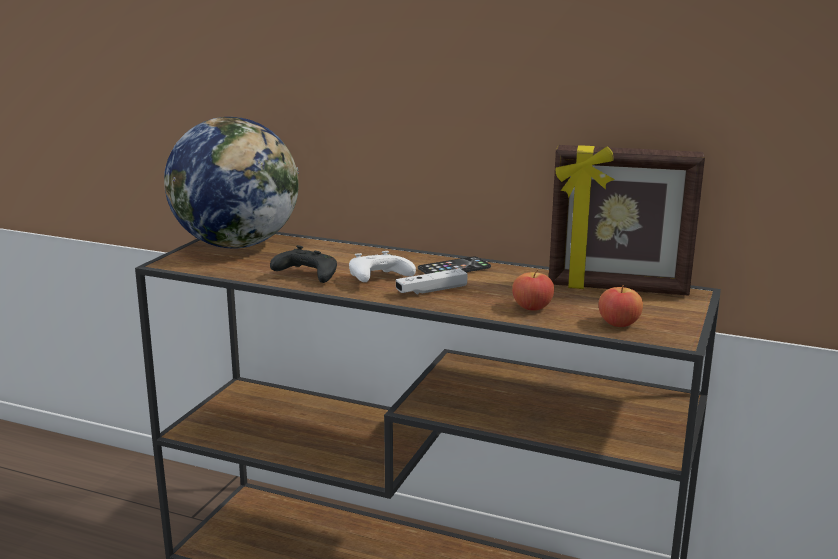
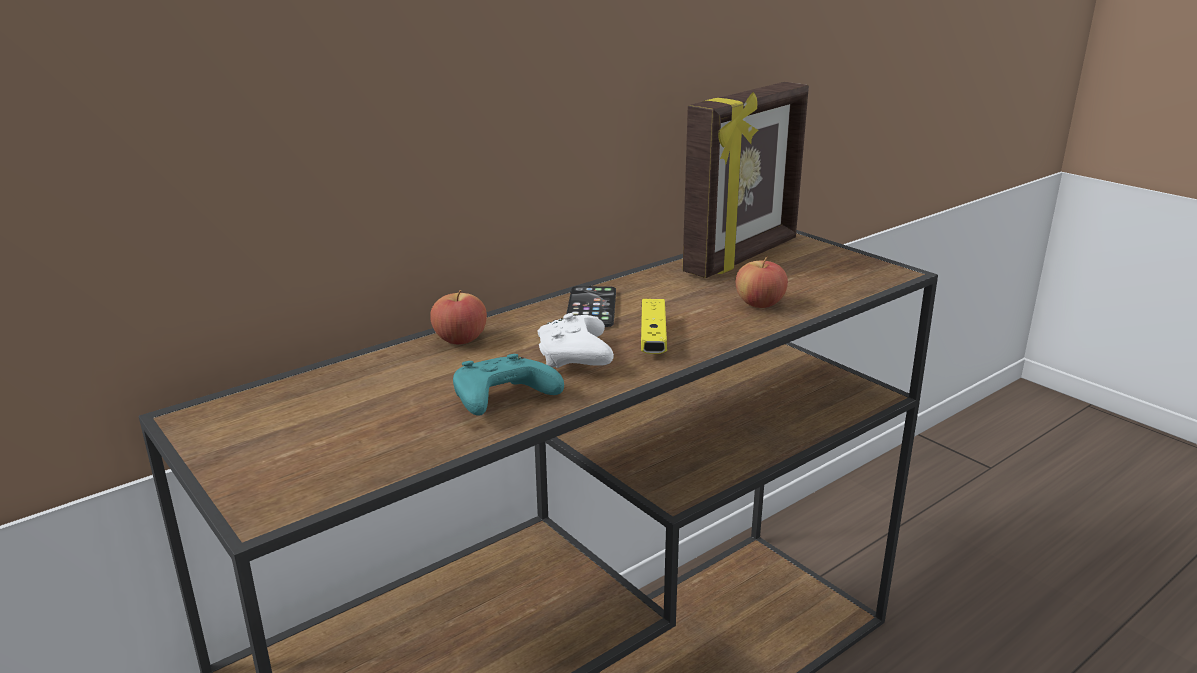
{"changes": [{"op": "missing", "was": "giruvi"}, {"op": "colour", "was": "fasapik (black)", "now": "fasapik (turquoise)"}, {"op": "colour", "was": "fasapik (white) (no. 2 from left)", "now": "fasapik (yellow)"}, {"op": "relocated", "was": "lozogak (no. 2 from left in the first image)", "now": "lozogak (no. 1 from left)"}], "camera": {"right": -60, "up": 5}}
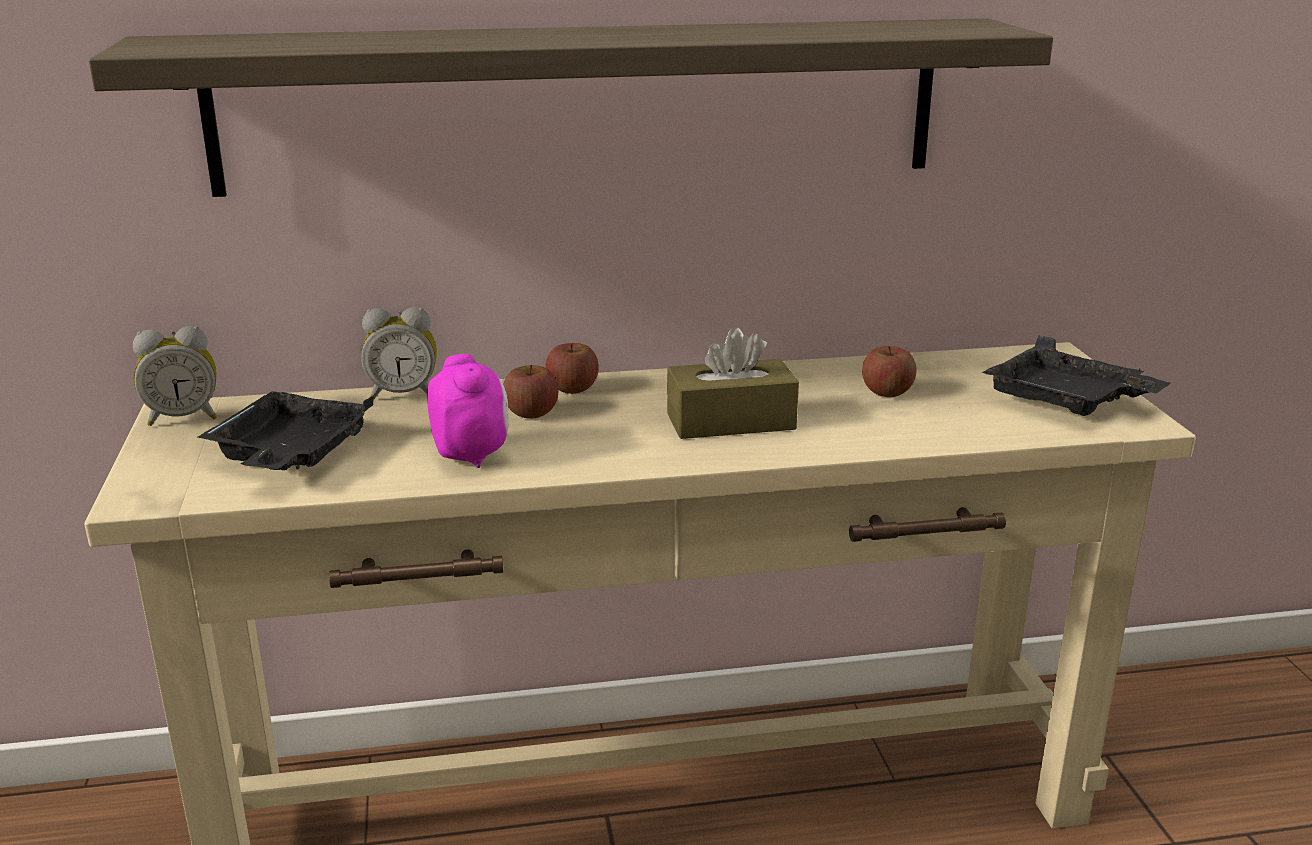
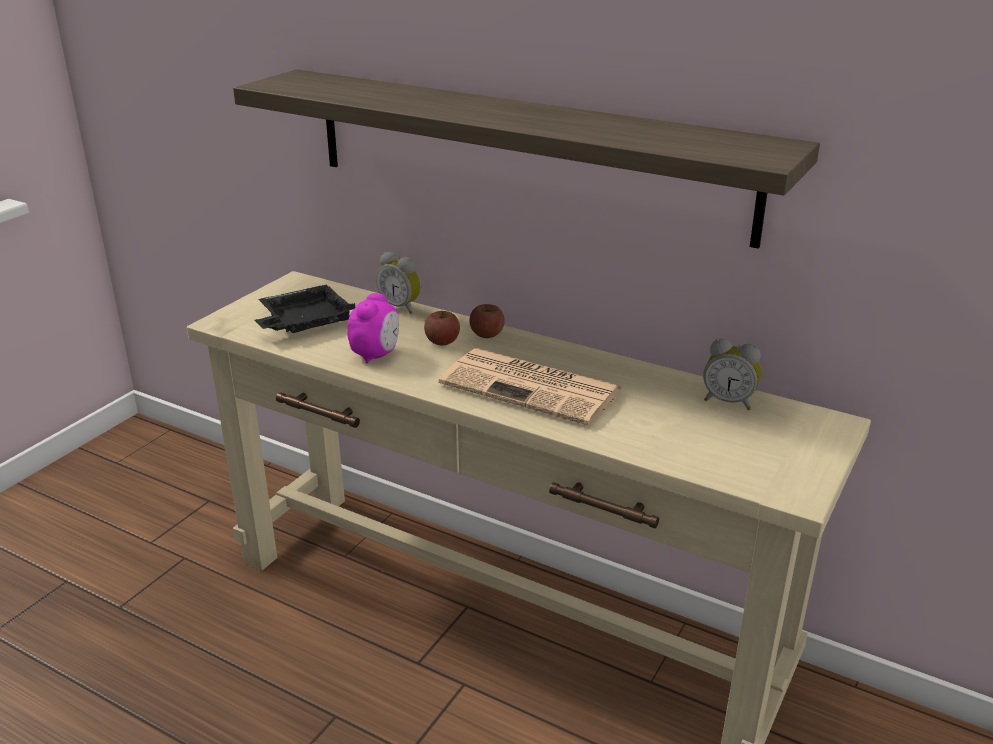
{"changes": [{"op": "relocated", "was": "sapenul (no. 1 from left in the first image)", "now": "sapenul (no. 3 from left)"}, {"op": "exchanged", "was": "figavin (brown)", "now": "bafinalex"}, {"op": "missing", "was": "lozogak (no. 3 from left)"}, {"op": "missing", "was": "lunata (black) (no. 2 from left)"}], "camera": {"right": 40, "up": 5}}
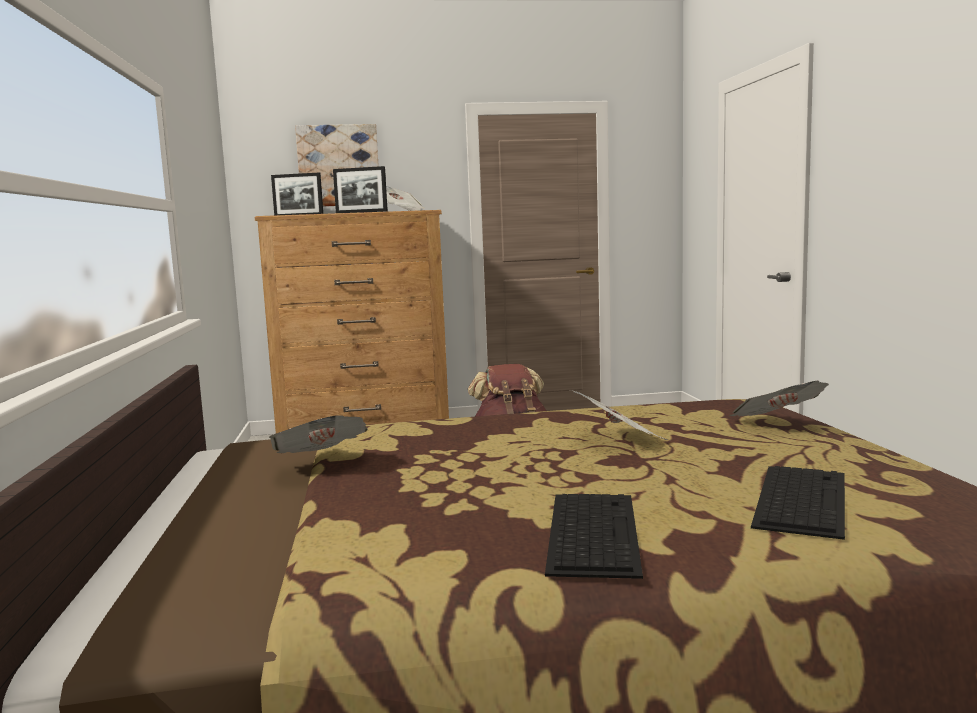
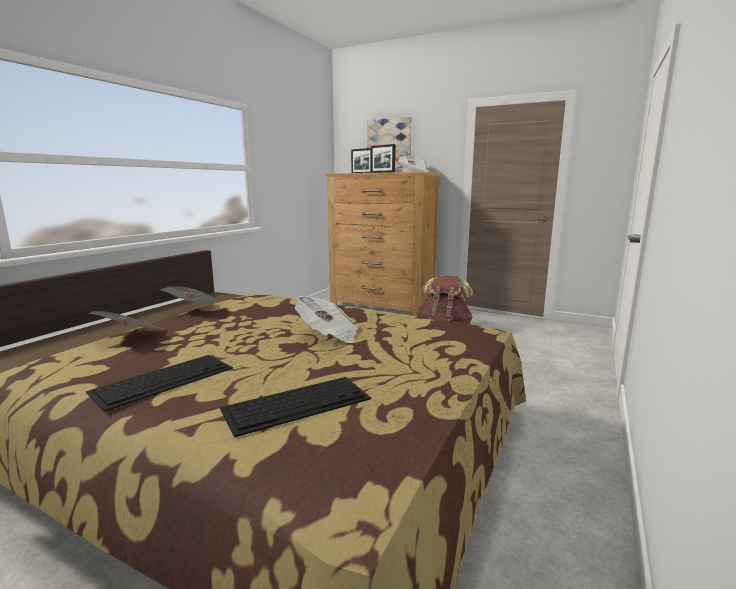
{"changes": [{"op": "relocated", "was": "bafinalex (no. 4 from left in the first image)", "now": "bafinalex (no. 1 from left)"}], "camera": {"right": 35, "up": 5}}
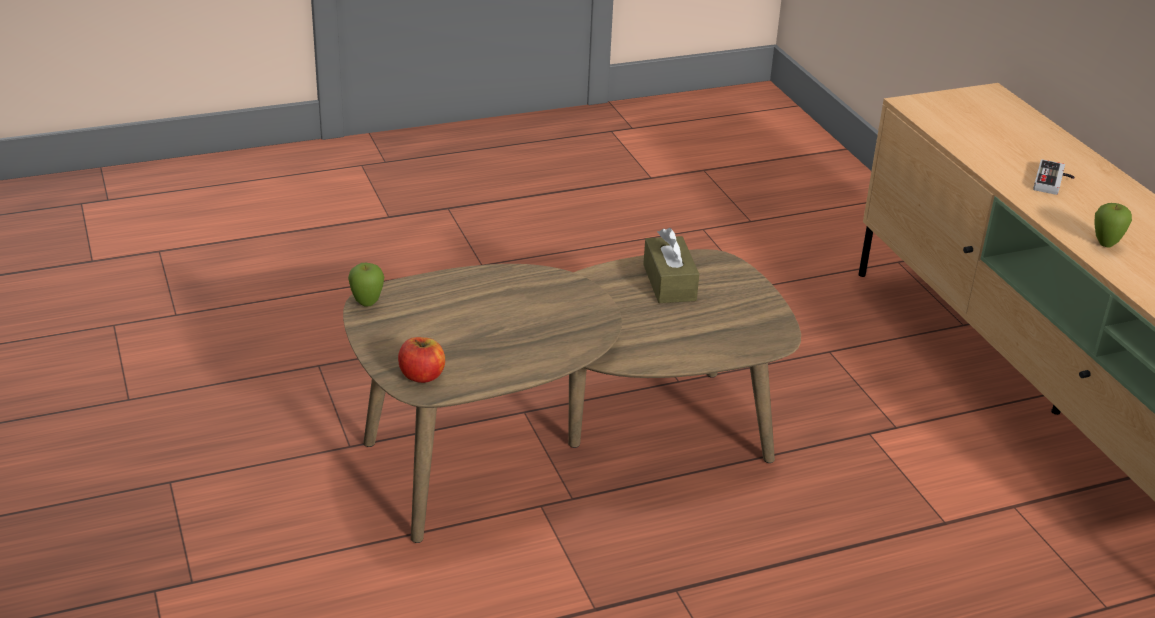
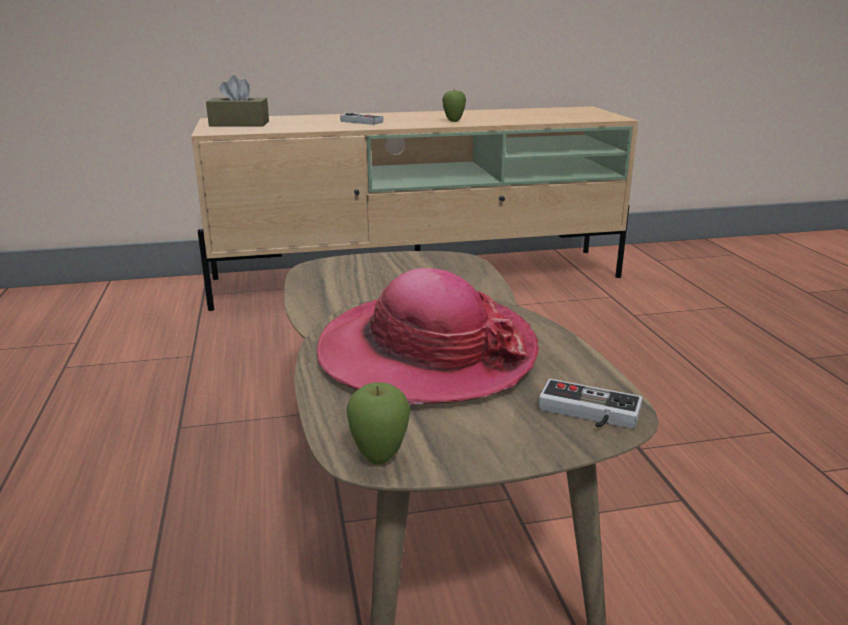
{"changes": [{"op": "exchanged", "was": "lozogak (no. 2 from left)", "now": "fasapik (no. 2 from left)"}, {"op": "relocated", "was": "figavin (brown)"}, {"op": "appeared", "now": "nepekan"}], "camera": {"right": -80, "up": -10}}
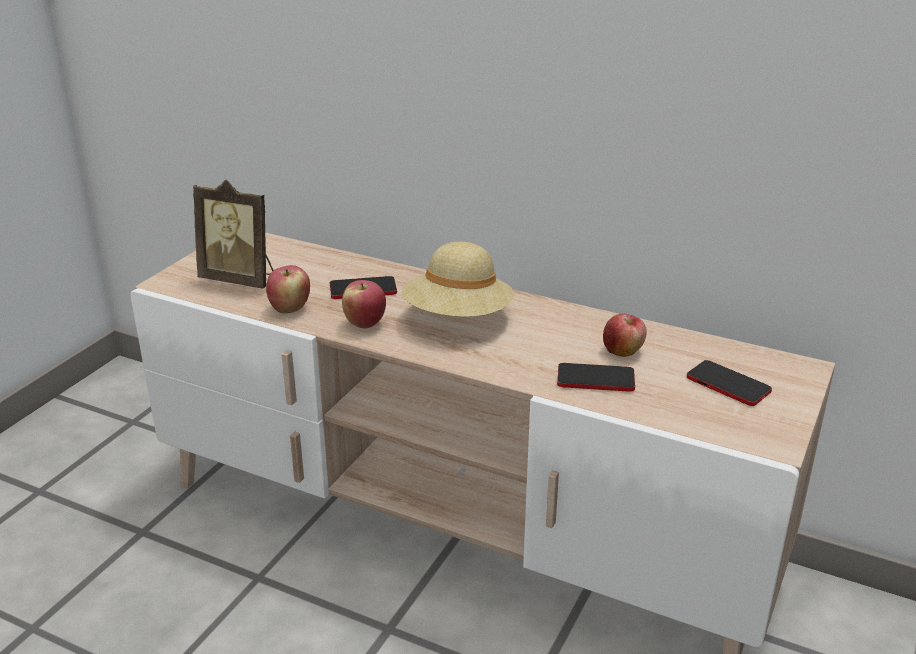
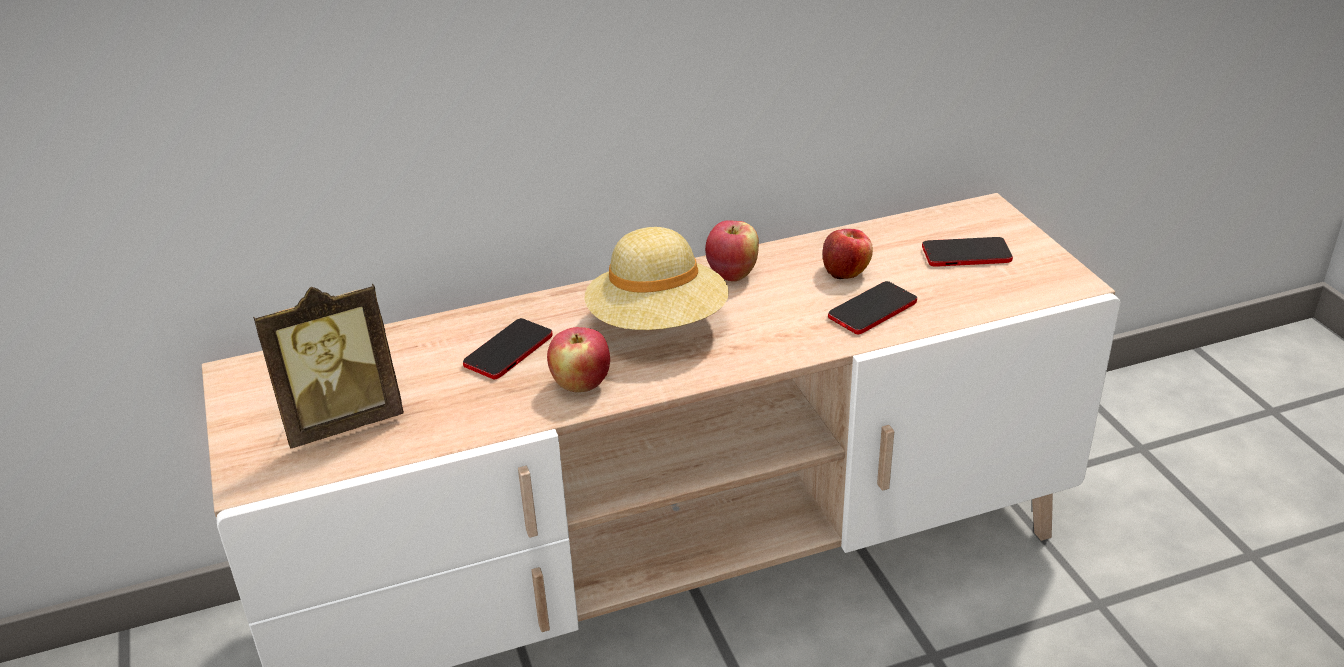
{"changes": [{"op": "relocated", "was": "lozogak (no. 1 from left in the first image)", "now": "lozogak (no. 2 from left)"}], "camera": {"right": -45, "up": 5}}
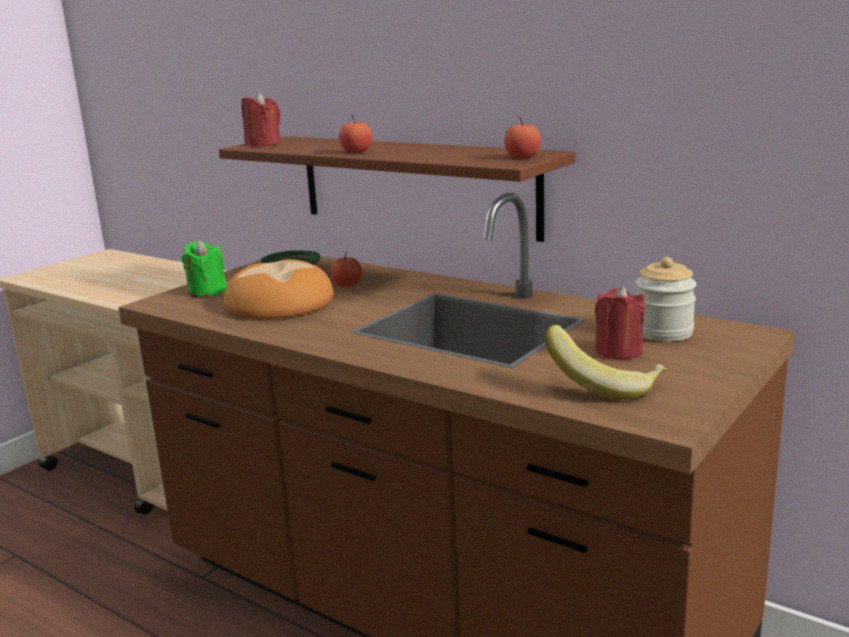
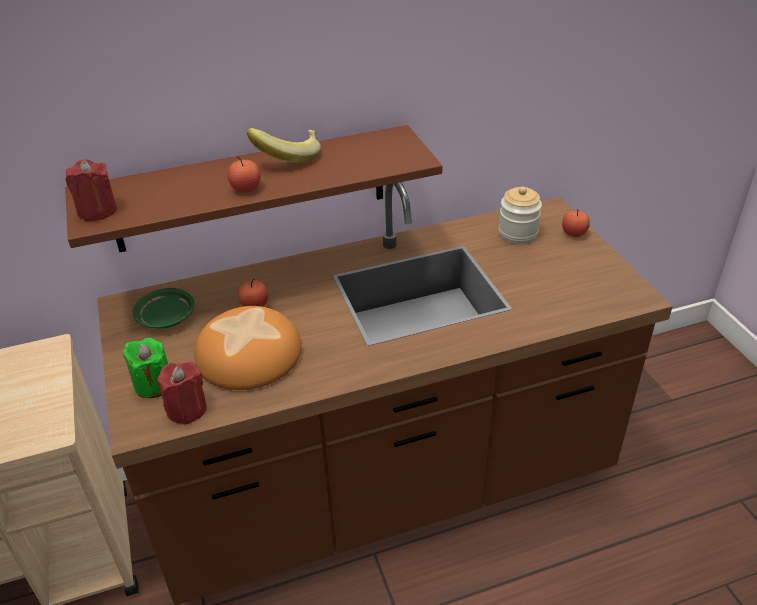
{"changes": [{"op": "relocated", "was": "lozogak (no. 3 from left)"}, {"op": "relocated", "was": "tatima"}, {"op": "relocated", "was": "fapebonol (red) (no. 2 from left)"}], "camera": {"right": -55, "up": 20}}
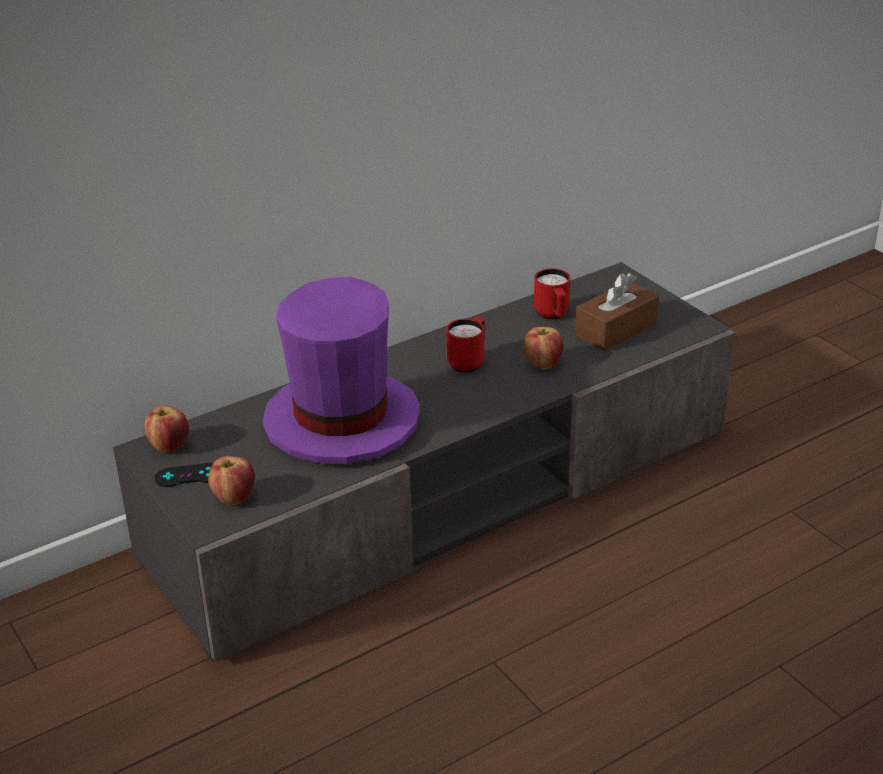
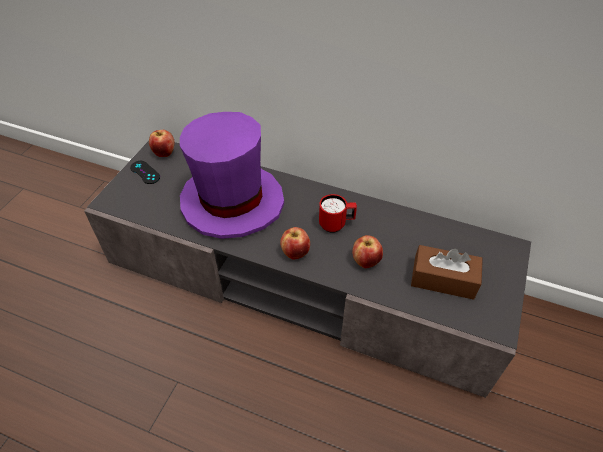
{"changes": [{"op": "relocated", "was": "lozogak (no. 2 from left)"}, {"op": "missing", "was": "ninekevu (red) (no. 2 from left)"}], "camera": {"right": 55, "up": 15}}
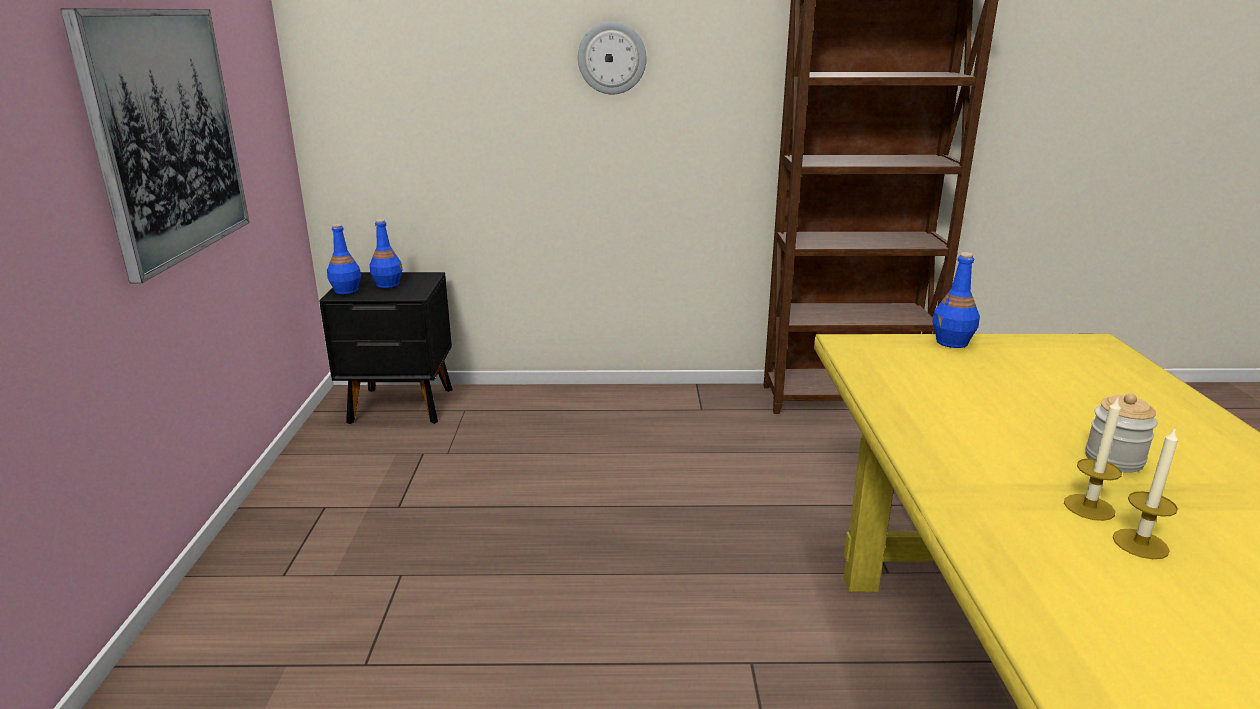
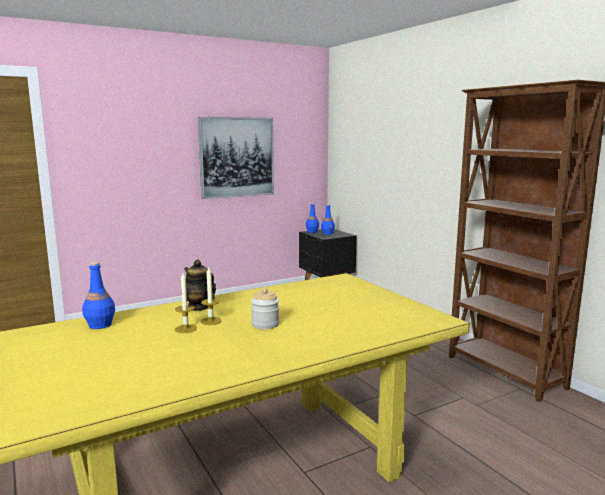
{"changes": [{"op": "missing", "was": "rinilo"}, {"op": "relocated", "was": "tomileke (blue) (no. 3 from left in the first image)", "now": "tomileke (blue) (no. 1 from left)"}, {"op": "appeared", "now": "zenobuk"}], "camera": {"right": 60, "up": -10}}
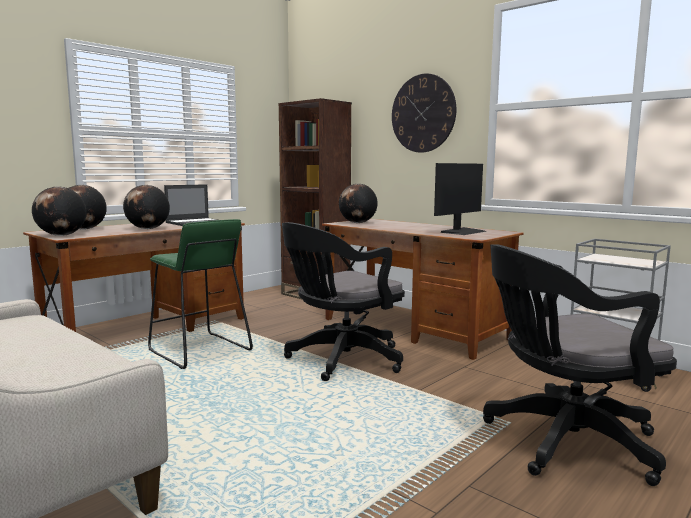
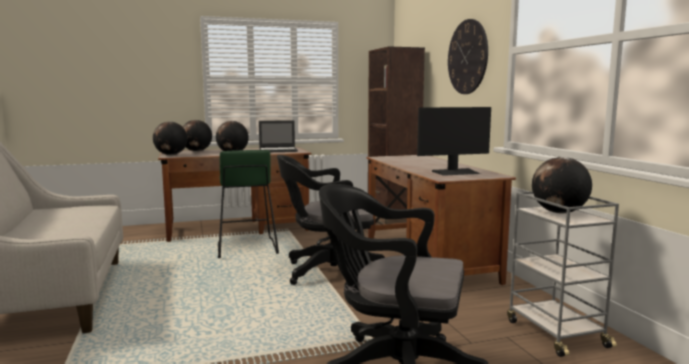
{"changes": [{"op": "relocated", "was": "giruvi (no. 4 from left)"}], "camera": {"right": 30, "up": 0}}
